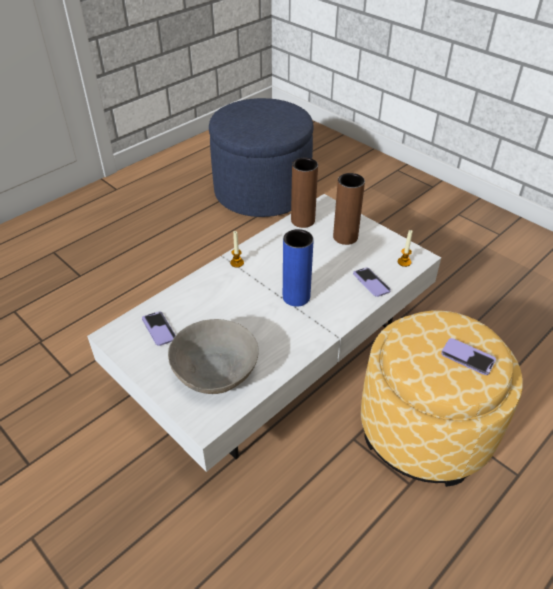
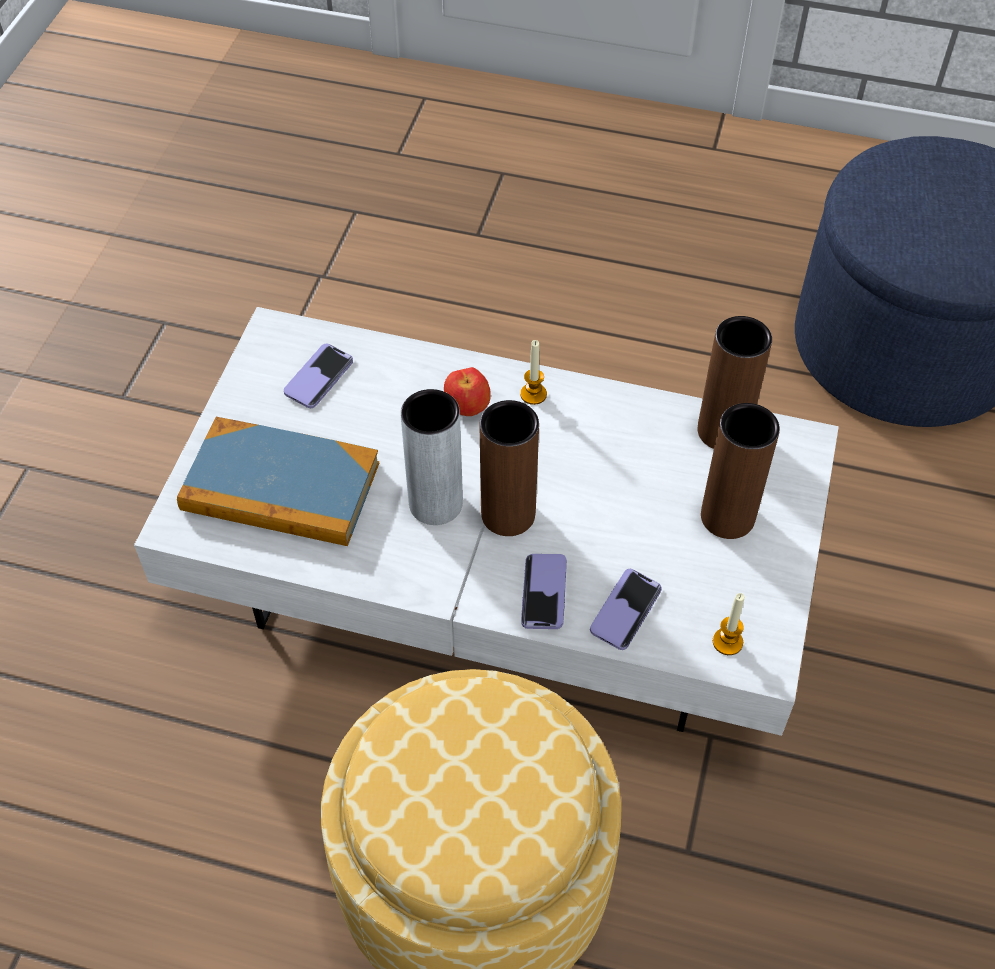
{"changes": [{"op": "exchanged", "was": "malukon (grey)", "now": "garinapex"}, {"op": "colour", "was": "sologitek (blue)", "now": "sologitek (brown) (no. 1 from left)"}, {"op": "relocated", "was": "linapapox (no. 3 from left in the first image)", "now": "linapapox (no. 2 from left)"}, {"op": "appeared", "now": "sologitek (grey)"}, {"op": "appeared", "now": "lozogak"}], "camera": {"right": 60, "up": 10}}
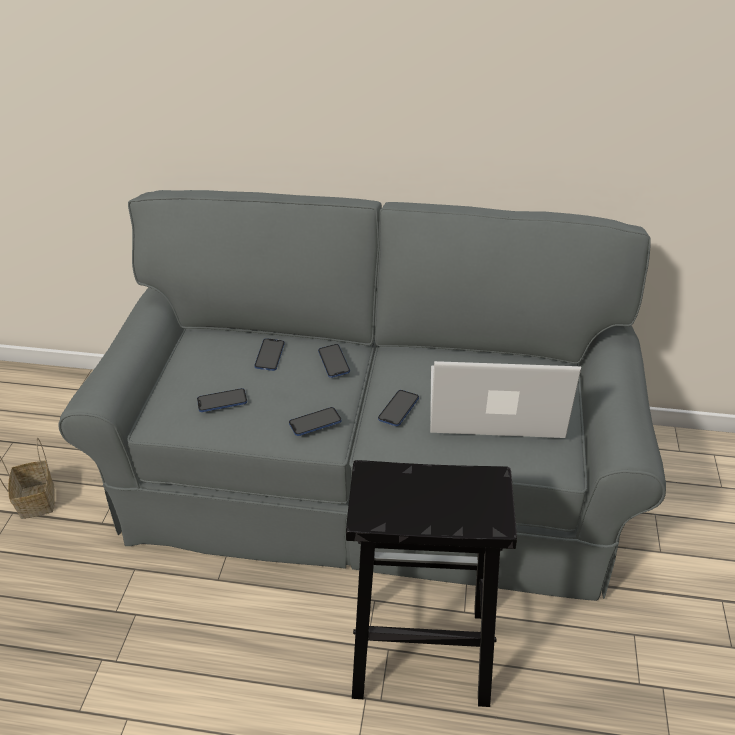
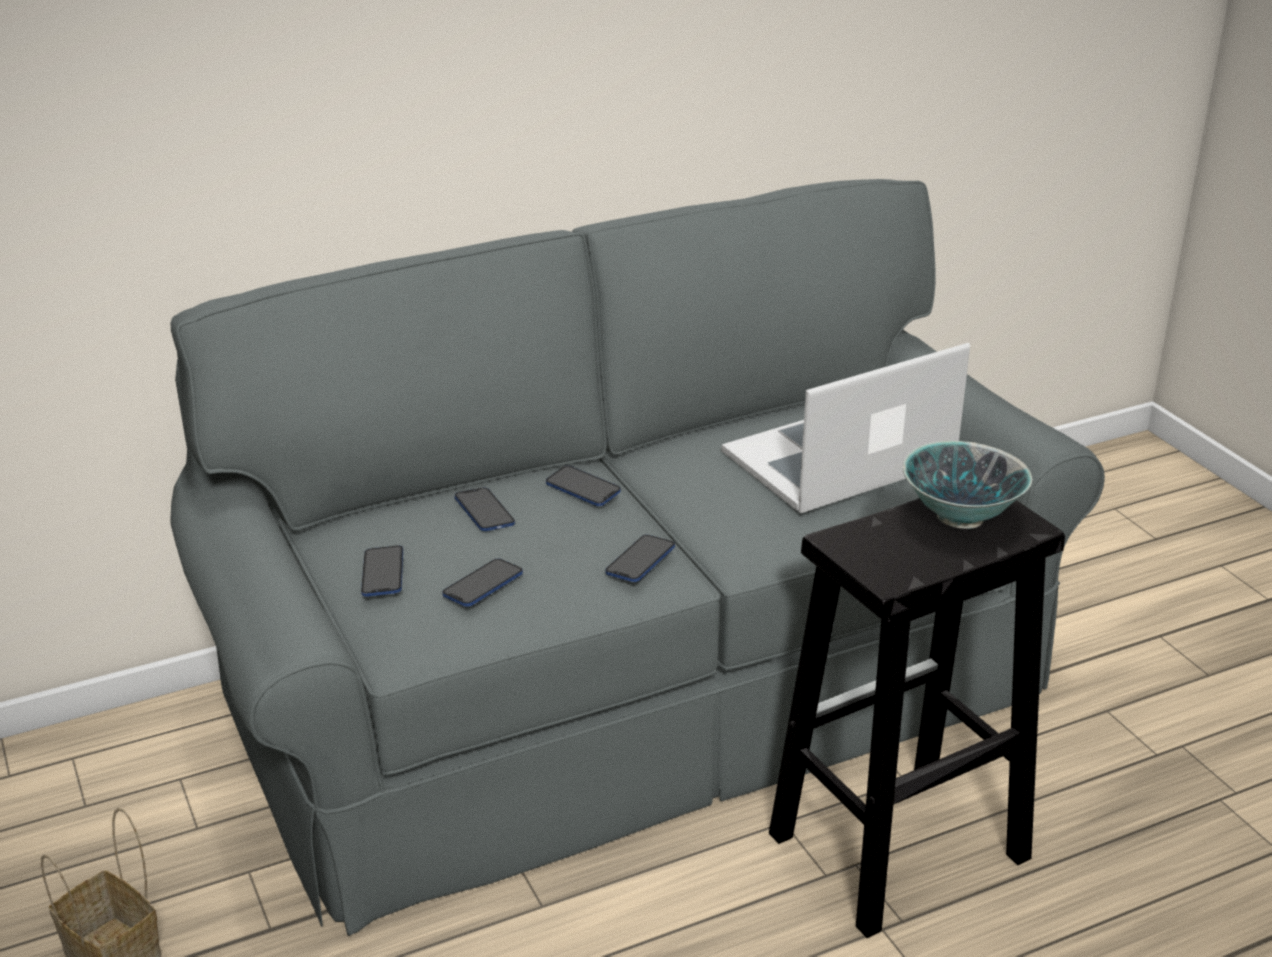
{"changes": [{"op": "relocated", "was": "linapapox (no. 5 from left in the first image)", "now": "linapapox (no. 1 from left)"}, {"op": "appeared", "now": "malukon"}], "camera": {"right": -35, "up": -10}}
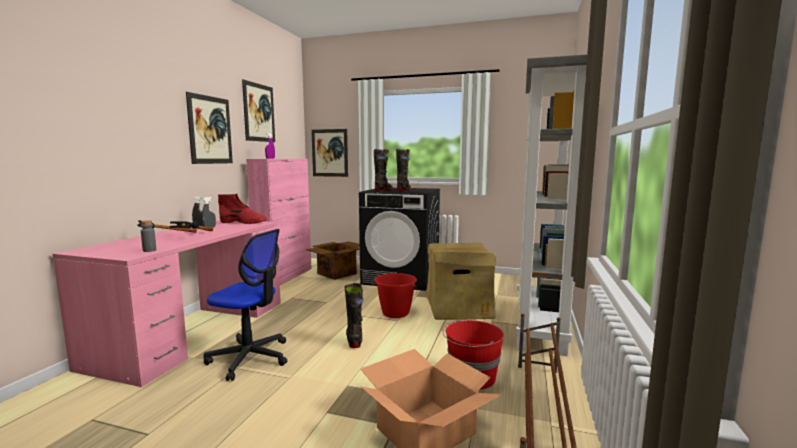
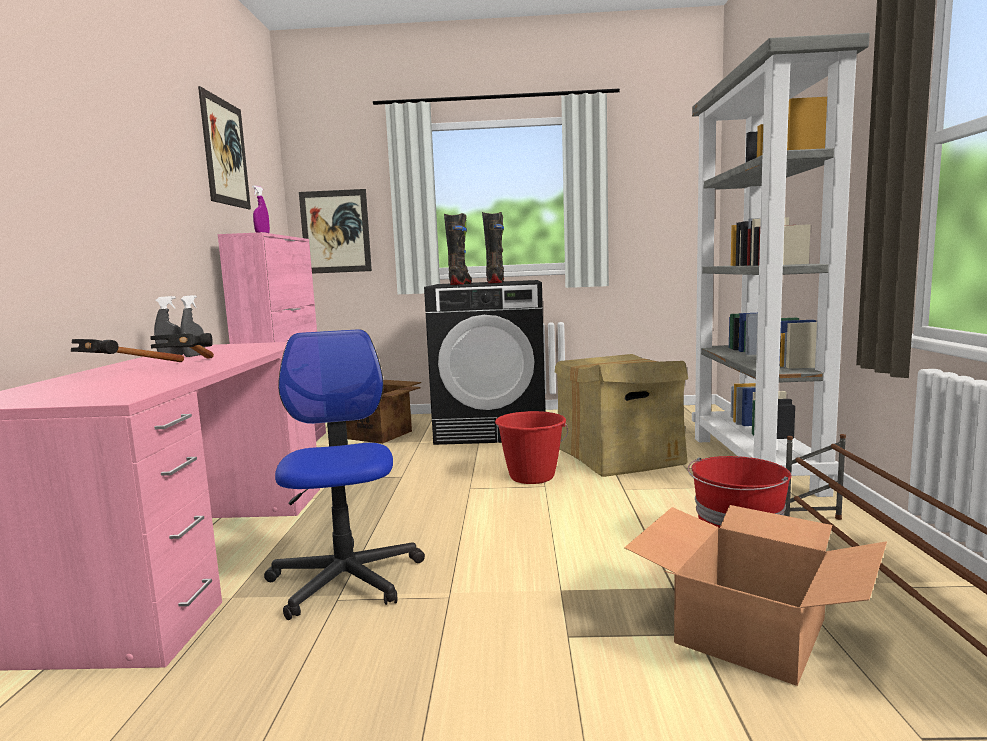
{"changes": [{"op": "missing", "was": "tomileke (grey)"}, {"op": "missing", "was": "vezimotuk (no. 1 from left)"}, {"op": "spun", "was": "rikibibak", "clockwise": -105}, {"op": "missing", "was": "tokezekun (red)"}, {"op": "missing", "was": "tokezekun (black) (no. 1 from left)"}], "camera": {"right": -15, "up": 0}}
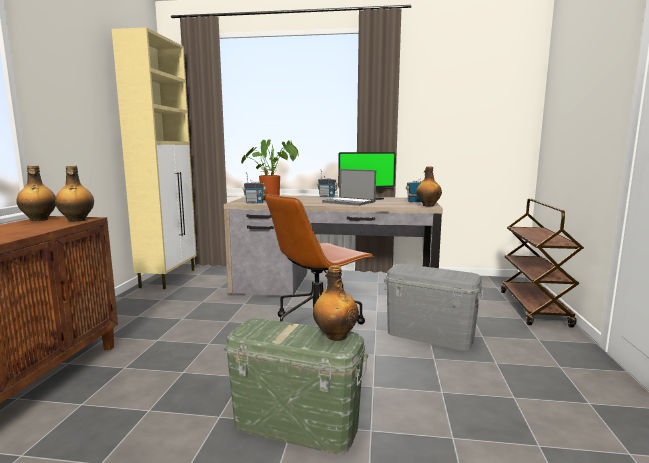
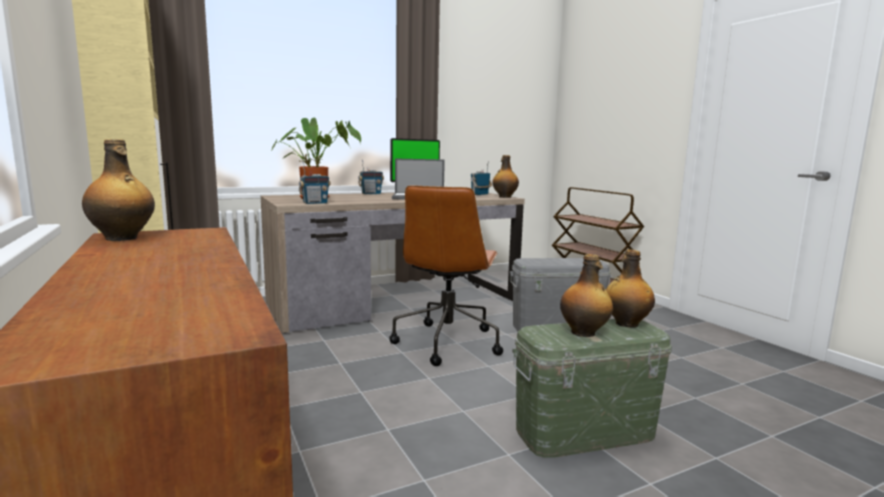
{"changes": [{"op": "relocated", "was": "tomileke (no. 2 from left in the first image)", "now": "tomileke (no. 3 from left)"}], "camera": {"right": -35, "up": 0}}
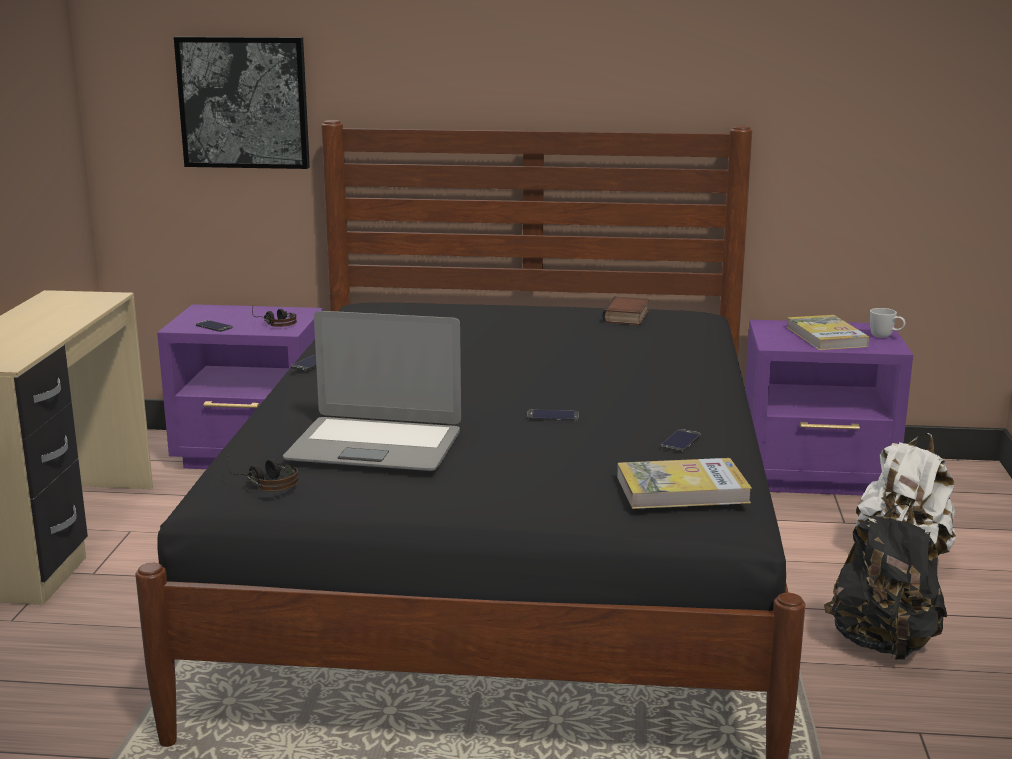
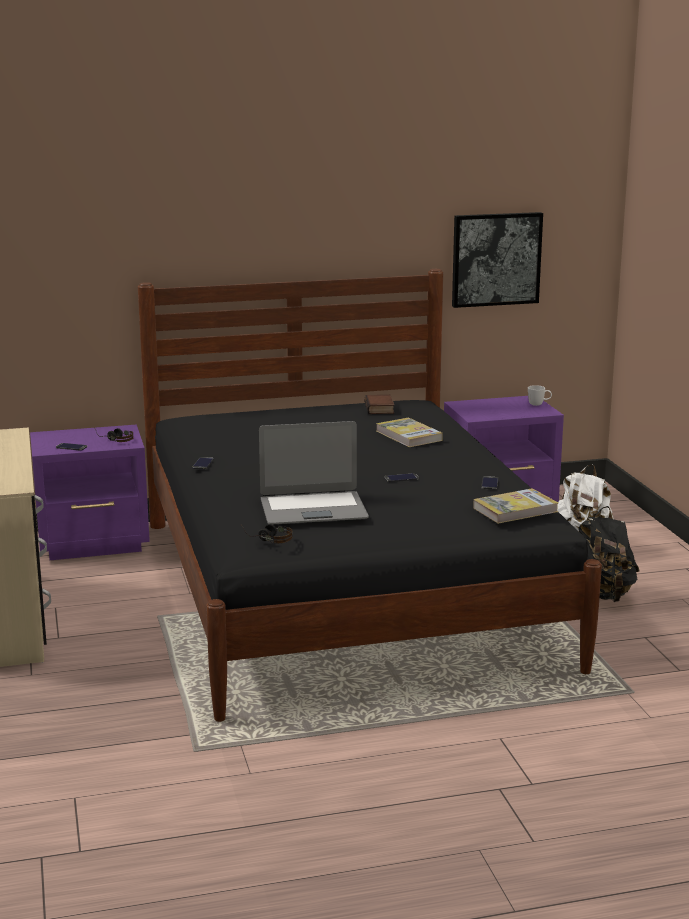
{"changes": [{"op": "relocated", "was": "vezimotuk"}, {"op": "relocated", "was": "garinapex (no. 3 from left in the first image)", "now": "garinapex (no. 2 from left)"}], "camera": {"right": -20, "up": 0}}
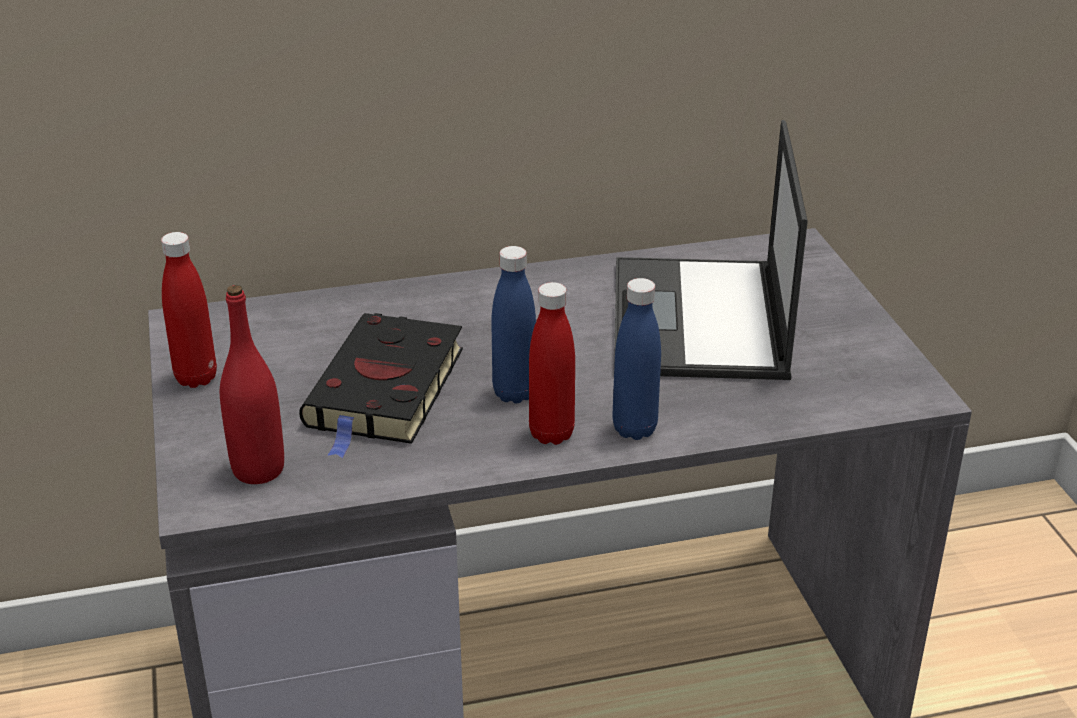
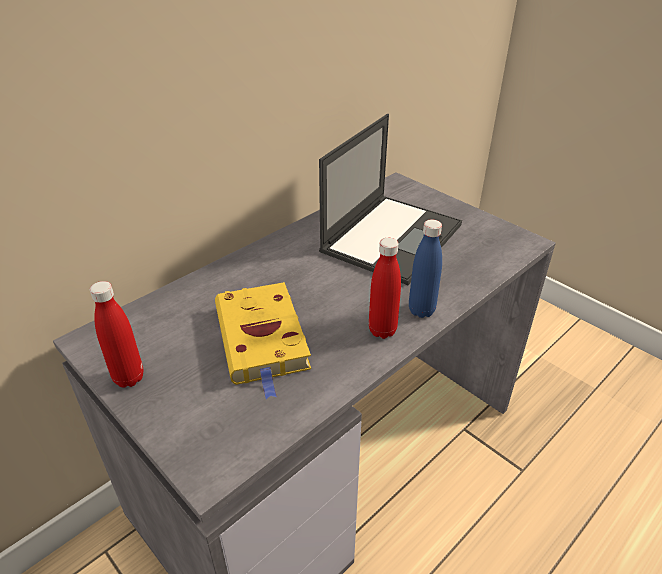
{"changes": [{"op": "missing", "was": "tomileke (red) (no. 2 from left)"}, {"op": "colour", "was": "garinapex (black)", "now": "garinapex (yellow)"}, {"op": "missing", "was": "tomileke (blue) (no. 1 from left)"}, {"op": "spun", "was": "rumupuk", "clockwise": -120}], "camera": {"right": -30, "up": 5}}
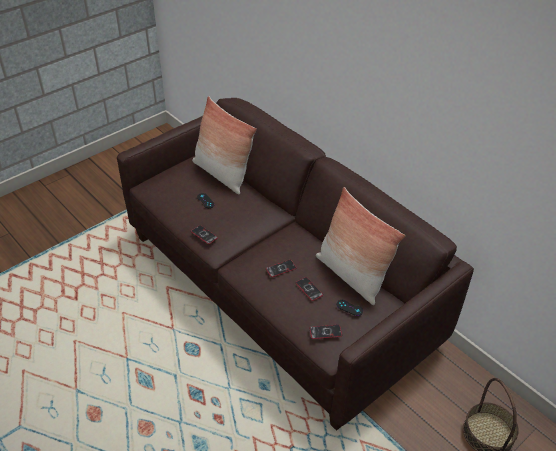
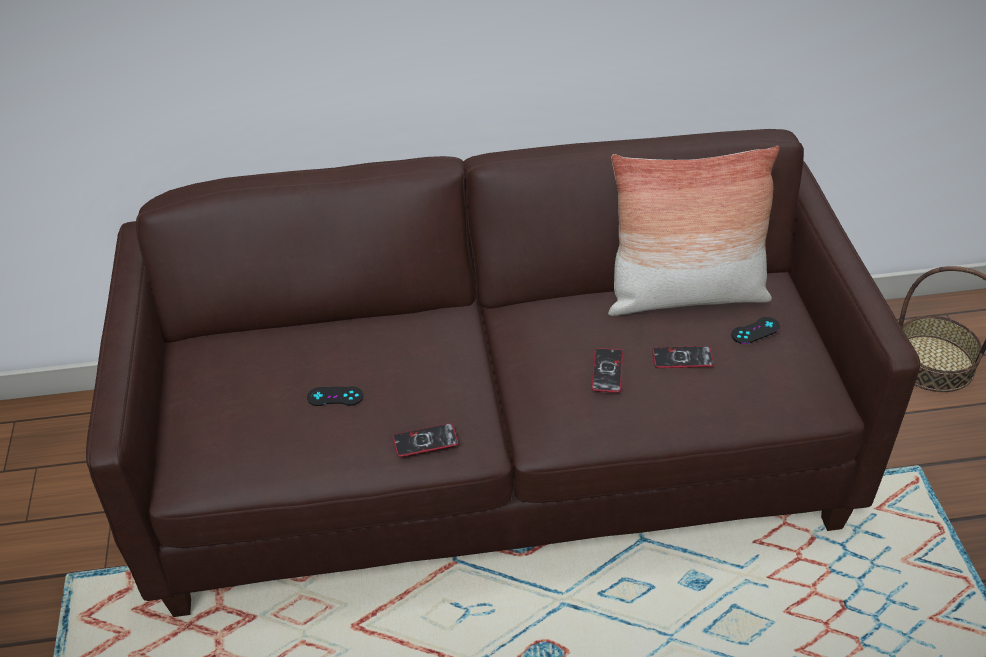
{"changes": [{"op": "missing", "was": "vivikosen (no. 1 from left)"}, {"op": "missing", "was": "linapapox (no. 4 from left)"}], "camera": {"right": -55, "up": 0}}
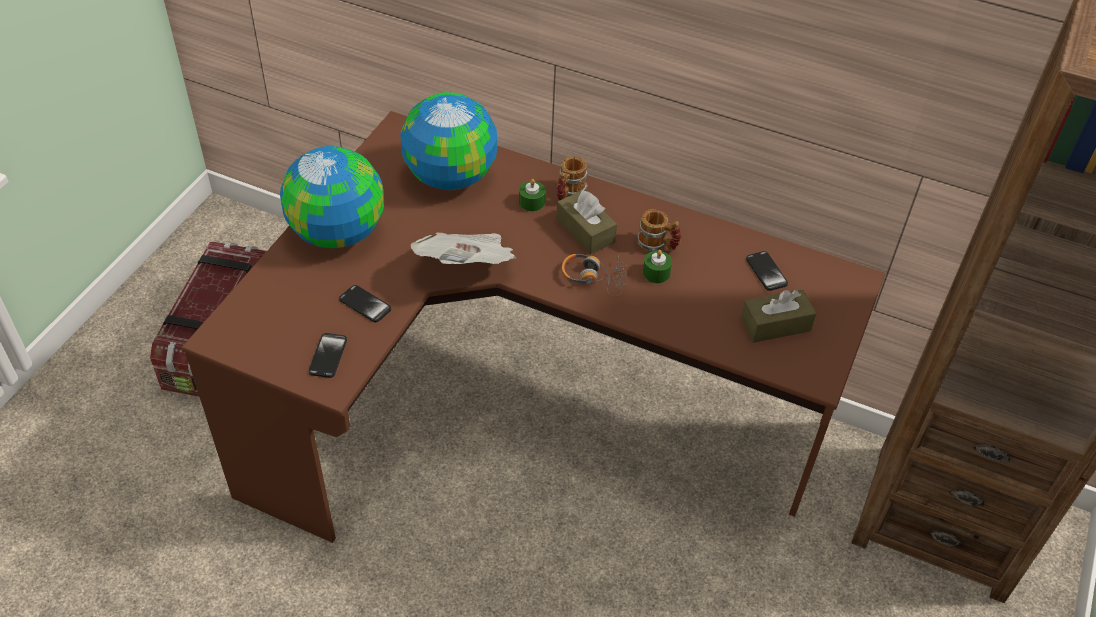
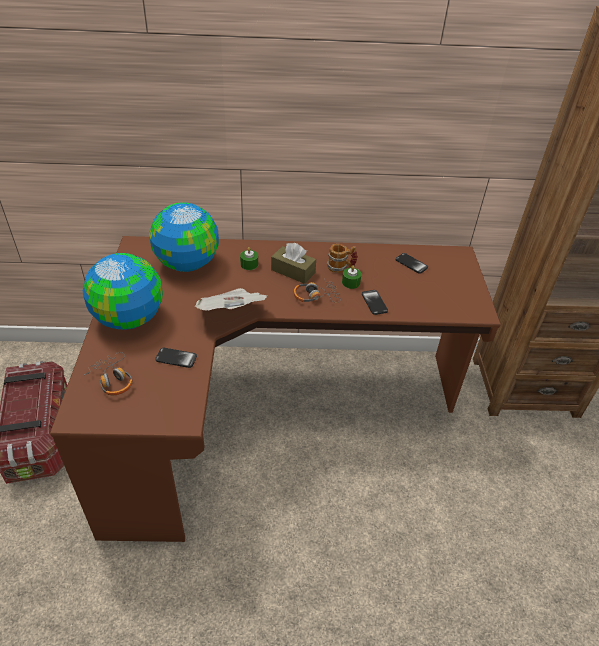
{"changes": [{"op": "relocated", "was": "linapapox (no. 1 from left in the first image)", "now": "linapapox (no. 2 from left)"}, {"op": "missing", "was": "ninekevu (no. 1 from left)"}, {"op": "missing", "was": "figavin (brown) (no. 2 from left)"}, {"op": "appeared", "now": "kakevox (no. 1 from left)"}], "camera": {"right": -25, "up": -5}}
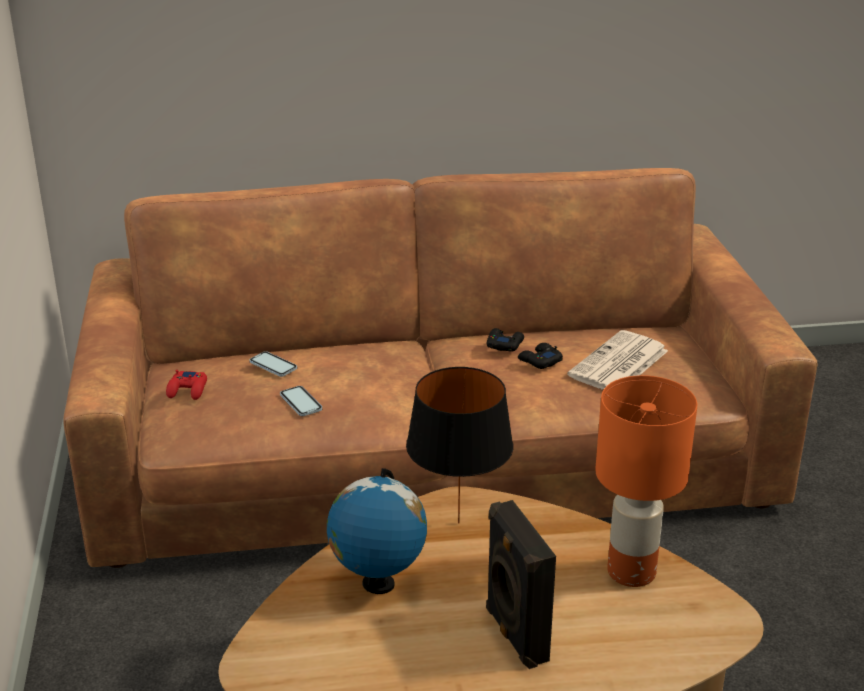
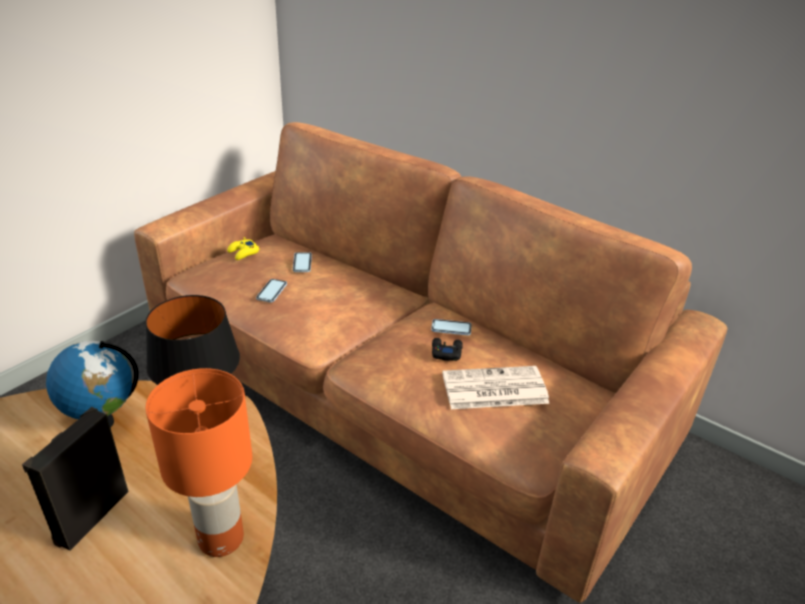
{"changes": [{"op": "colour", "was": "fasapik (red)", "now": "fasapik (yellow)"}, {"op": "exchanged", "was": "fasapik (black) (no. 1 from left)", "now": "linapapox (no. 3 from left)"}], "camera": {"right": 45, "up": 5}}
